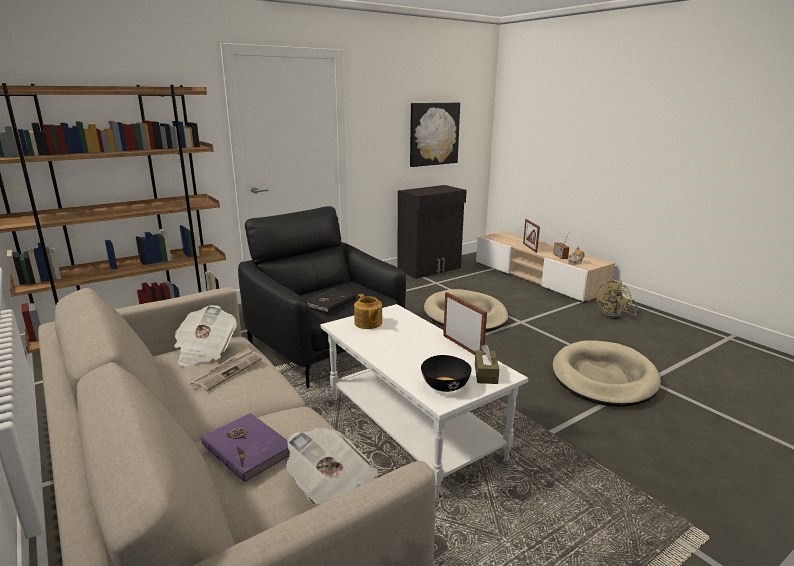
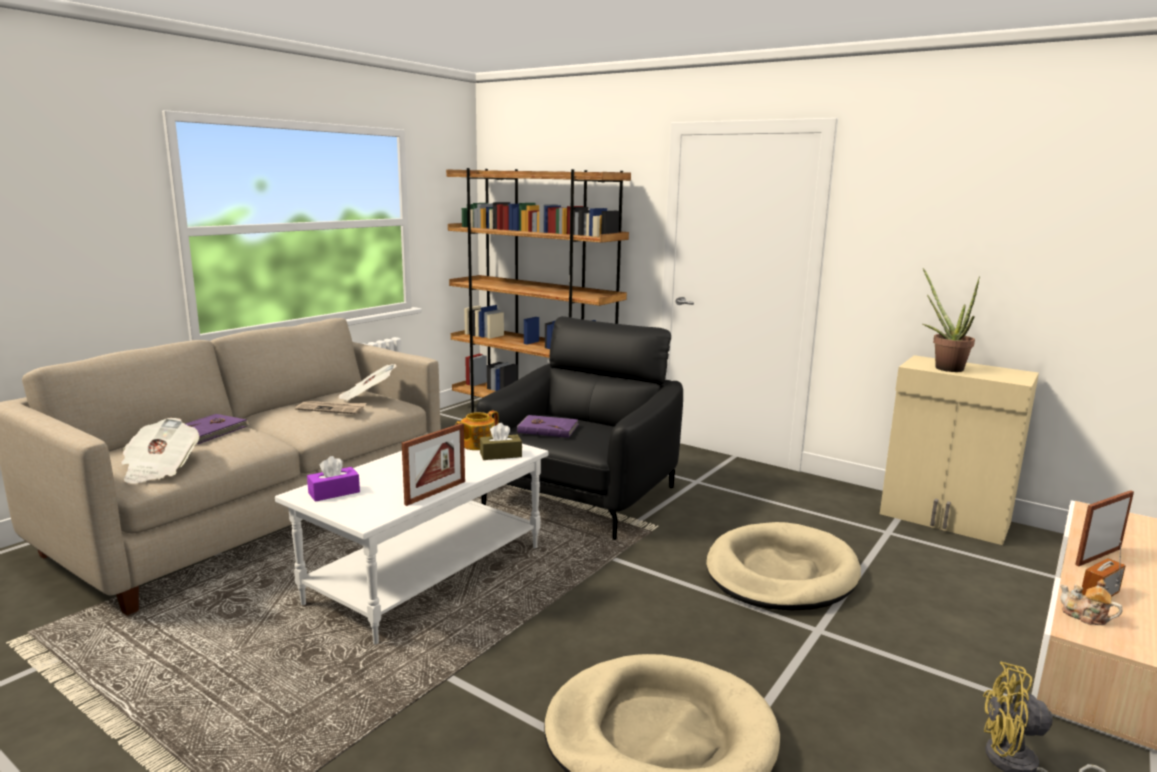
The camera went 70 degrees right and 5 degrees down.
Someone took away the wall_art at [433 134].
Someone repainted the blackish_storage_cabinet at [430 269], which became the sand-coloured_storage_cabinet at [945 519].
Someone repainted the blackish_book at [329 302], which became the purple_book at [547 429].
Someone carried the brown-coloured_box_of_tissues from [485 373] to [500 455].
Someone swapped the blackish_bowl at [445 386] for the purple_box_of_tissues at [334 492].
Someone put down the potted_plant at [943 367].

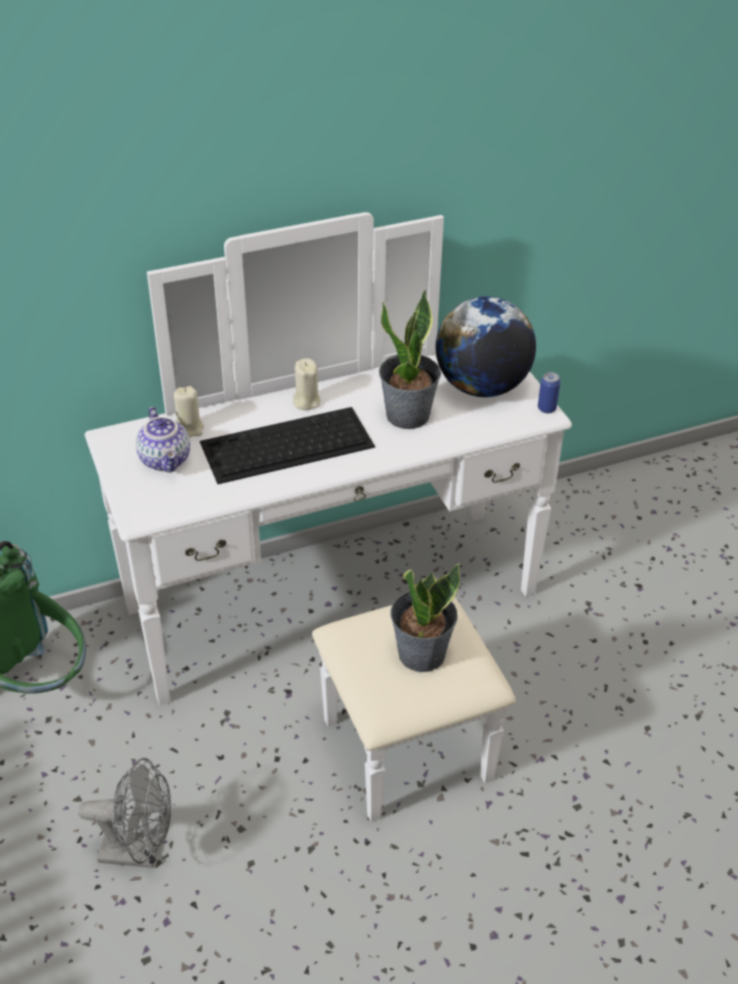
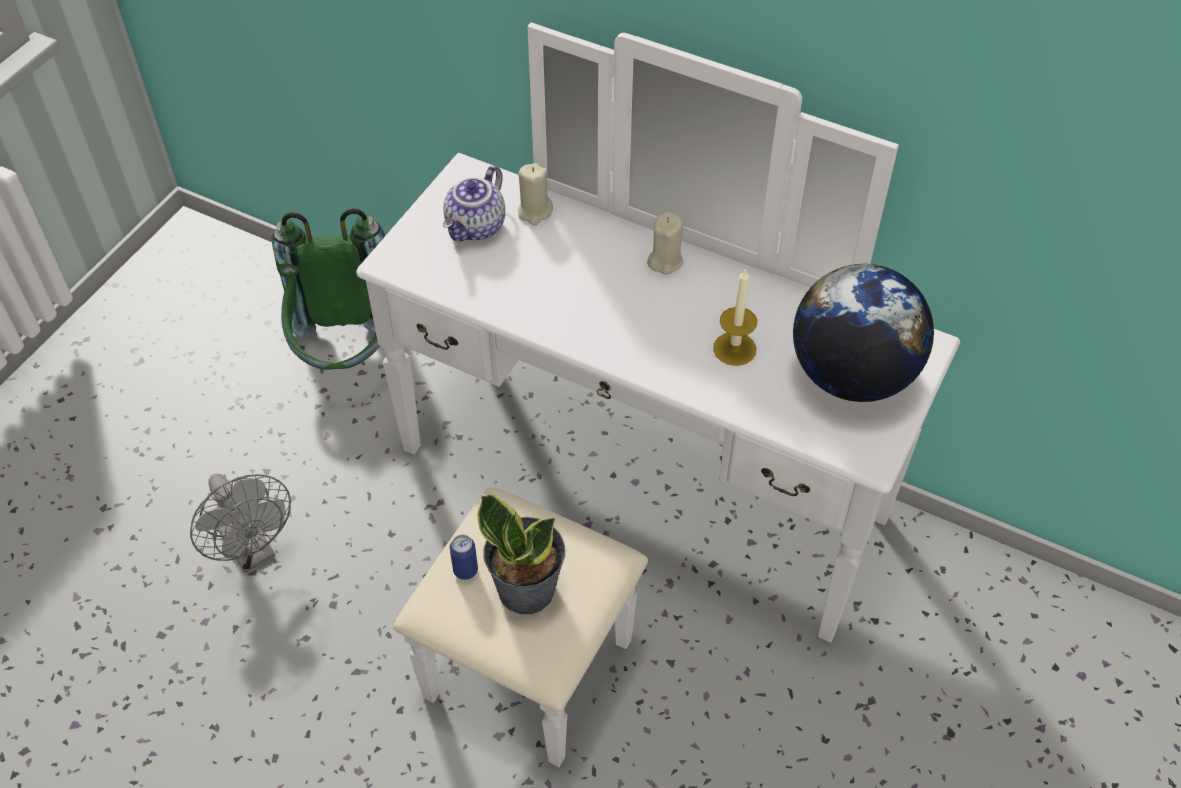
The camera went 50 degrees right and 10 degrees up.
Someone swapped the potted_plant at [408 416] for the wax_light at [734 349].
Someone carried the metal_can from [546 408] to [465 570].
Someone took away the PC_keyboard at [285 445].

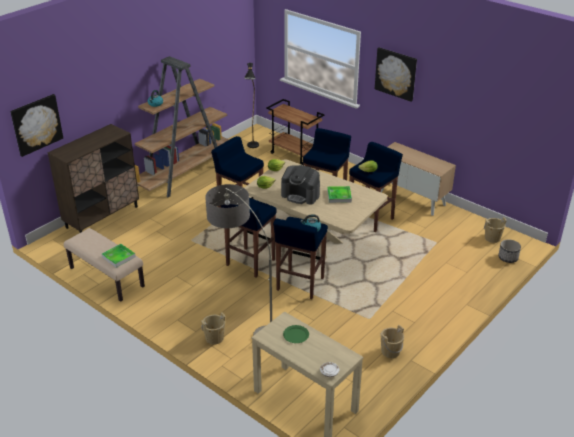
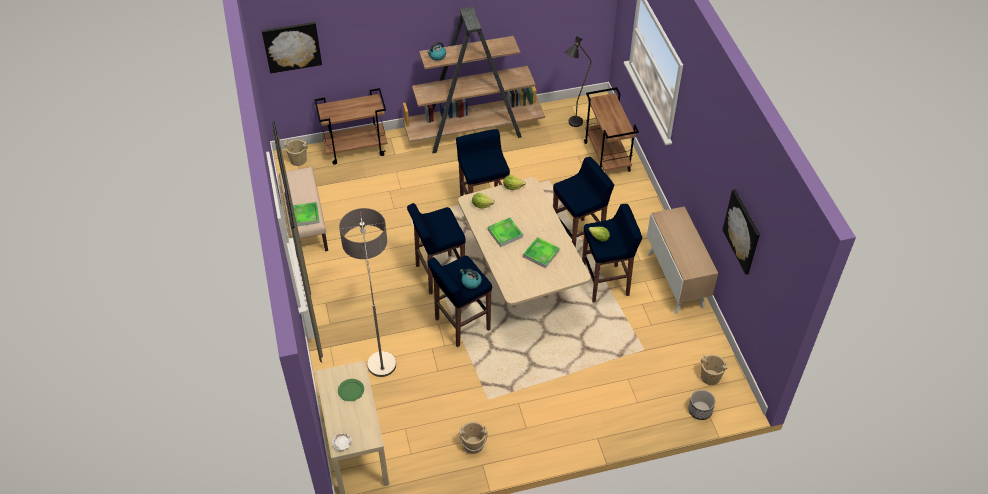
The camera went 35 degrees right and 15 degrees up.
Someone carried the wall_art from [396 74] to [742 231].
Someone swapped the brown-coloured_storage_cabinet at [102 217] for the brown-coloured_cart at [356 149].
Someone swapped the coffee_brewer at [300 195] for the carrying_tray at [505 233].
Someone carried the sand-coloured_bucket from [214 338] to [298 160].

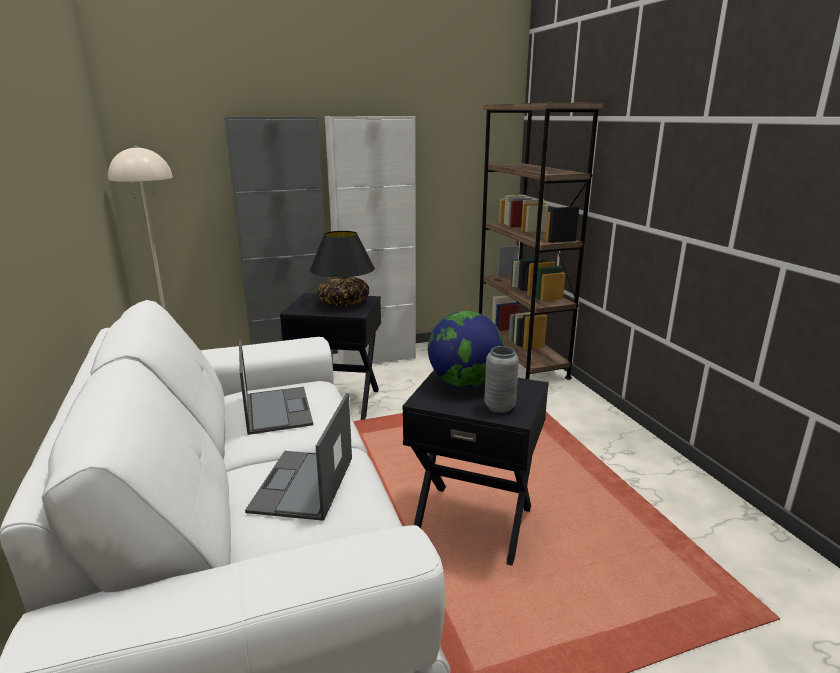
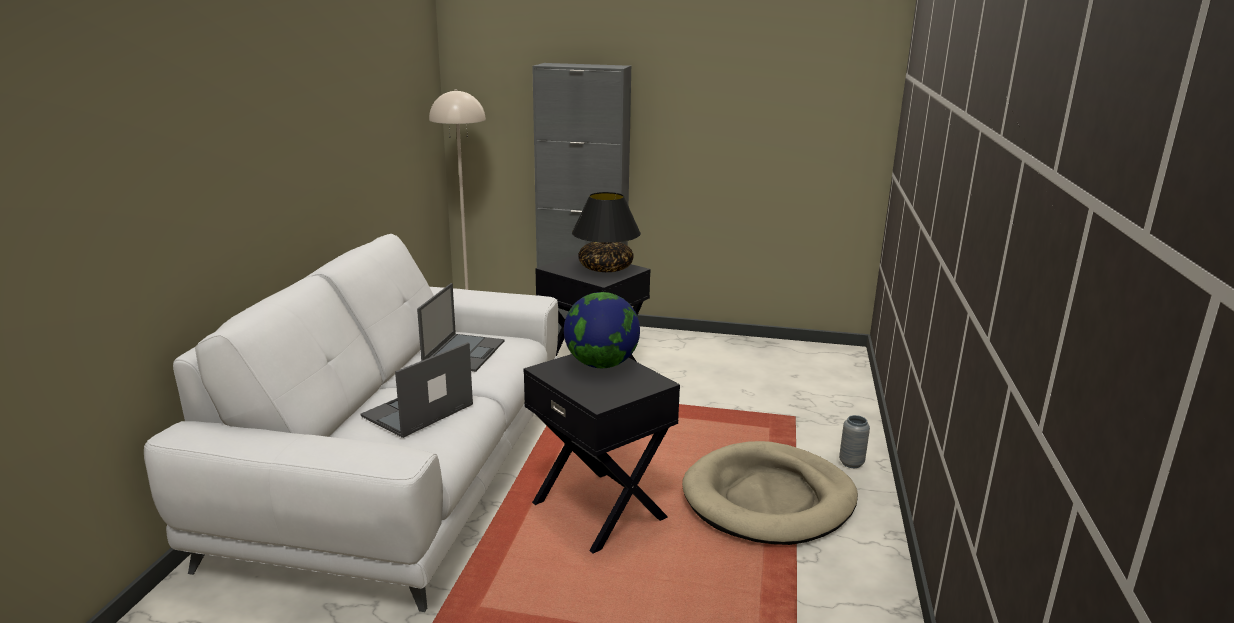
The camera went 30 degrees right and 0 degrees up.
Someone took away the brown-coloured_shelving_unit at [520 359].
Someone took away the whitish_storage_cabinet at [376 357].
Someone carried the grey_vase from [499 407] to [851 463].
Someone put down the sand-coloured_dog_bed at [769 499].

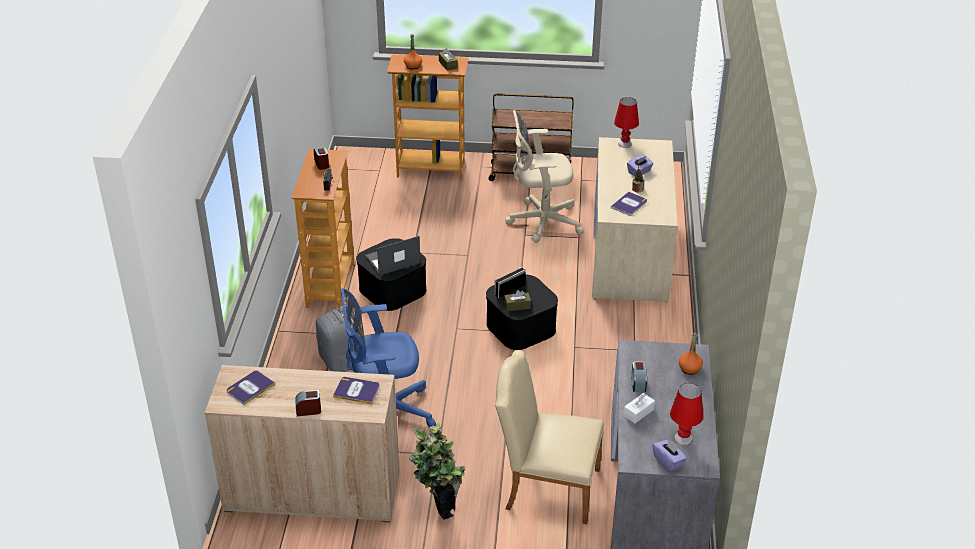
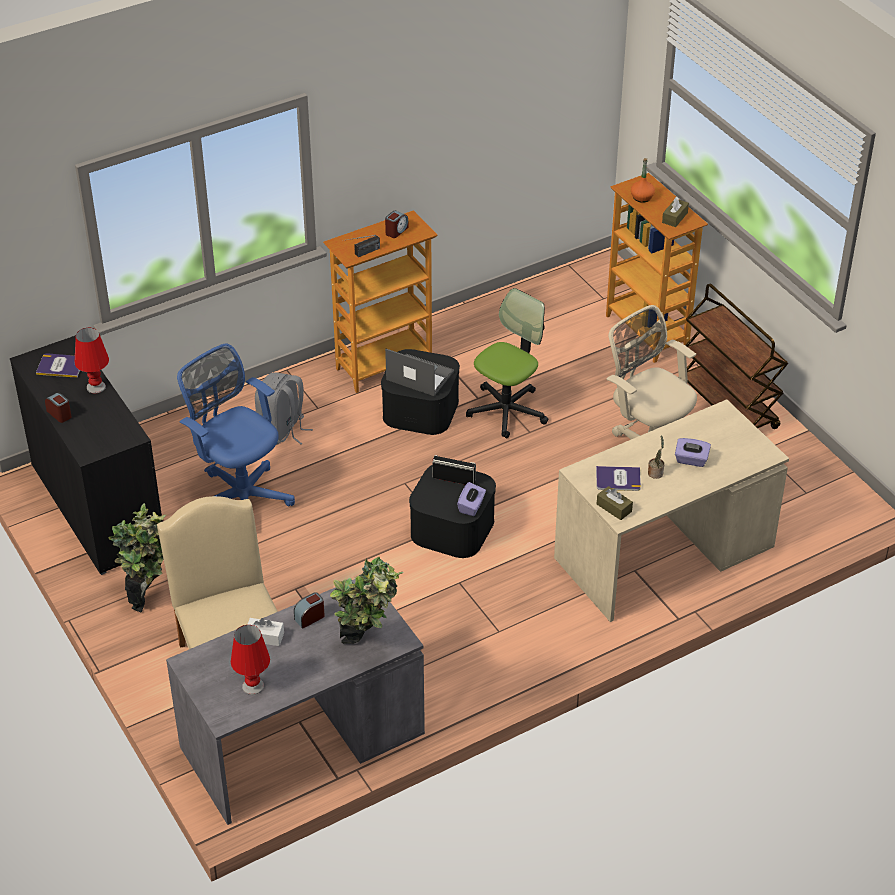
The camera went 55 degrees right and 5 degrees up.
Someone carried the reddish_table_lamp from [624 144] to [96 387].
Someone carried the brown-coloured_box_of_tissues from [517 306] to [614 508].
Someone swapped the orangey_bottle at [690 368] for the potted_plant at [368 646].
Someone repainted the sand-coloured_storage_cabinet at [312 492], which became the blackish_storage_cabinet at [98 507].
Someone took away the book at [357 391].
Someone carried the purple_box_of_tissues from [668 461] to [471 506].
Someone put down the desk_chair at [507 411].

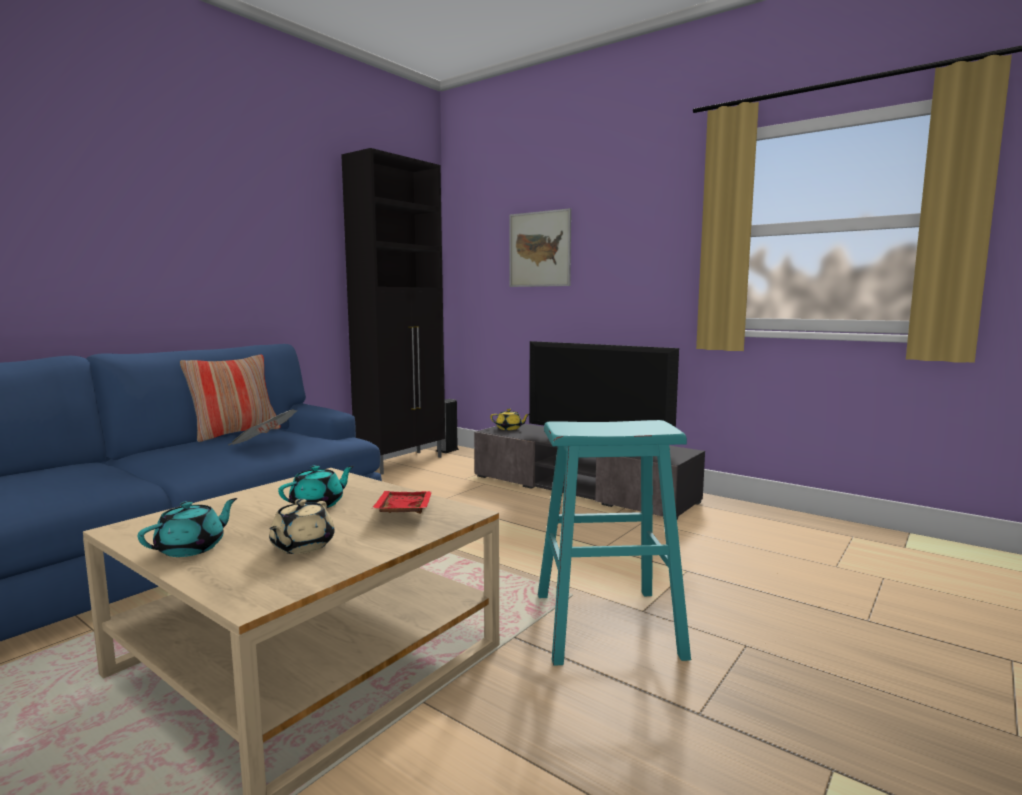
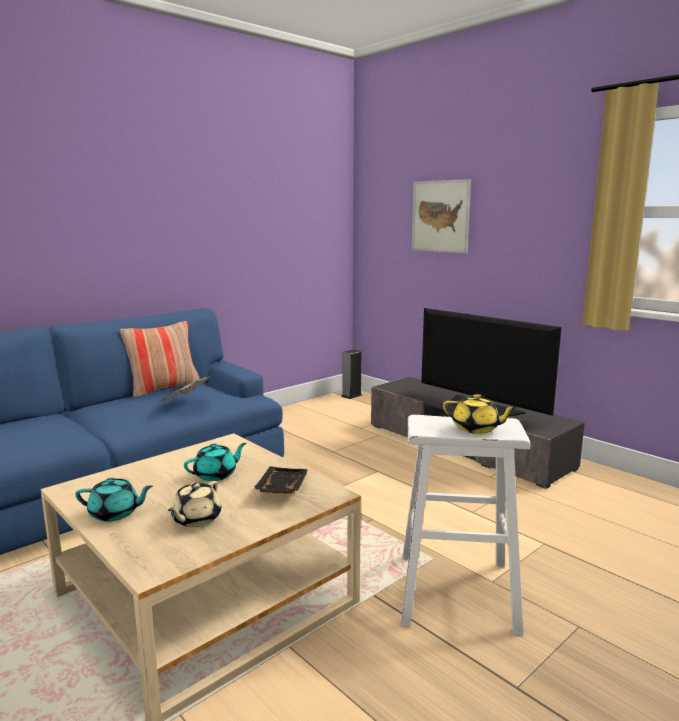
The camera went 10 degrees right and 5 degrees up.
Someone took away the blackish_storage_cabinet at [402 462].
Someone carried the yellow_tea_pot from [509 428] to [476 428].
Someone repainted the blue-green_stool at [607 624], which became the whitish_stool at [456 592].
Someone repainted the reddish_carrying_tray at [402 512], which became the blackish_carrying_tray at [281 488].
Someone rotated the blue-green_tea_pot at [192 548] by 45 degrees clockwise.

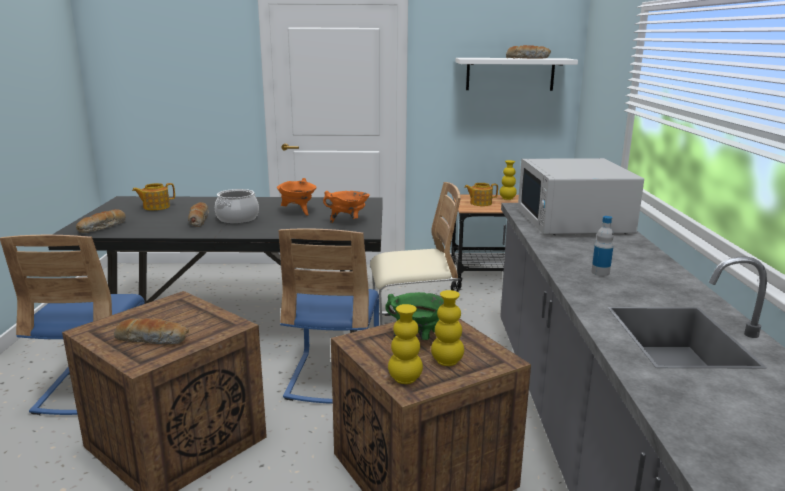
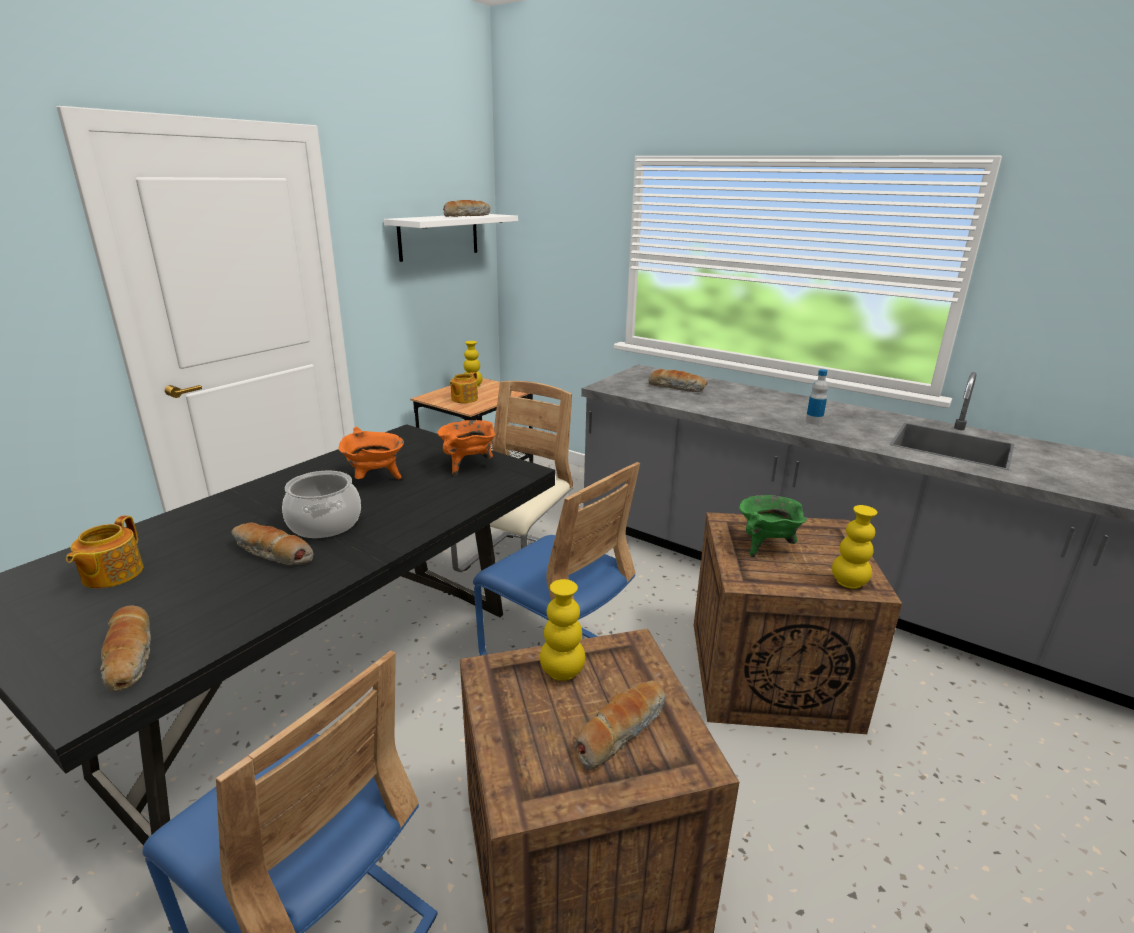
The camera went 55 degrees left and 5 degrees up.
Someone swapped the whitish_kitchen_microwave at [572 222] for the bread at [677 387].
Someone carried the yellow_vase from [447 362] to [562 672].

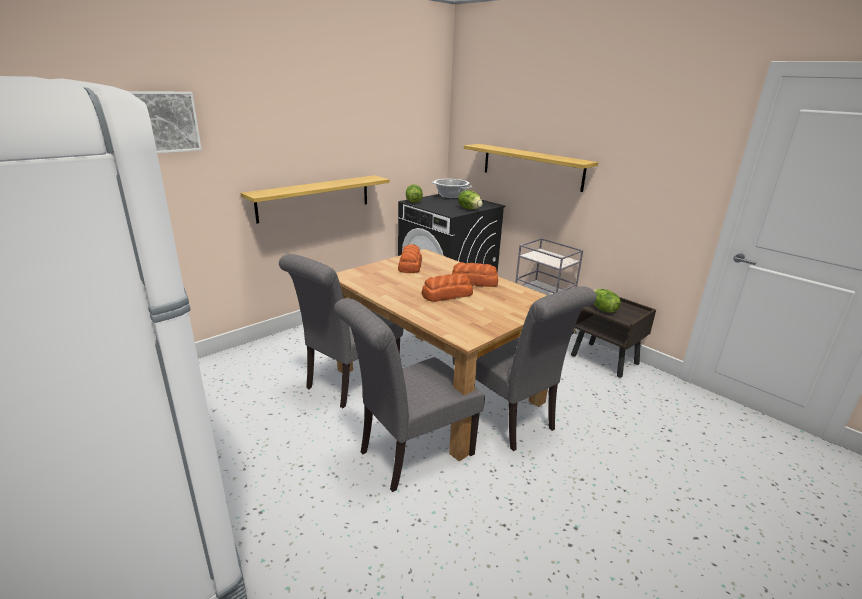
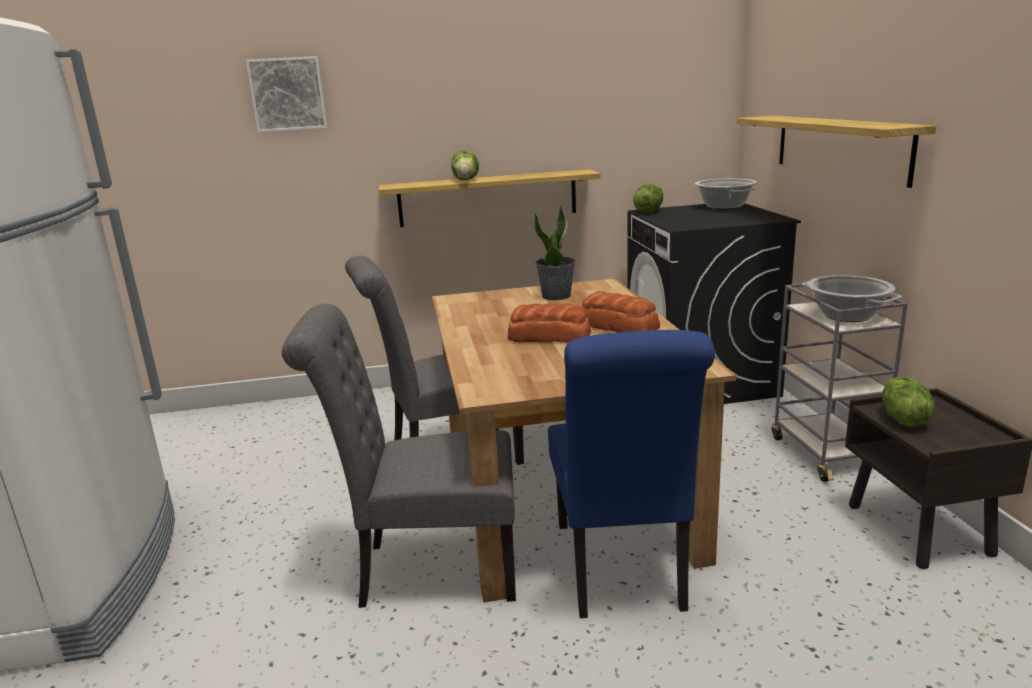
The camera went 35 degrees right and 5 degrees down.
Someone carried the lettuce_head from [469 209] to [466 180].
Someone swapped the bread at [409 265] for the potted_plant at [556 296].
Someone repainted the grey_upright_chair at [508 419], which became the bluish_upright_chair at [621 571].
Someone put down the saucepot at [846 315].

